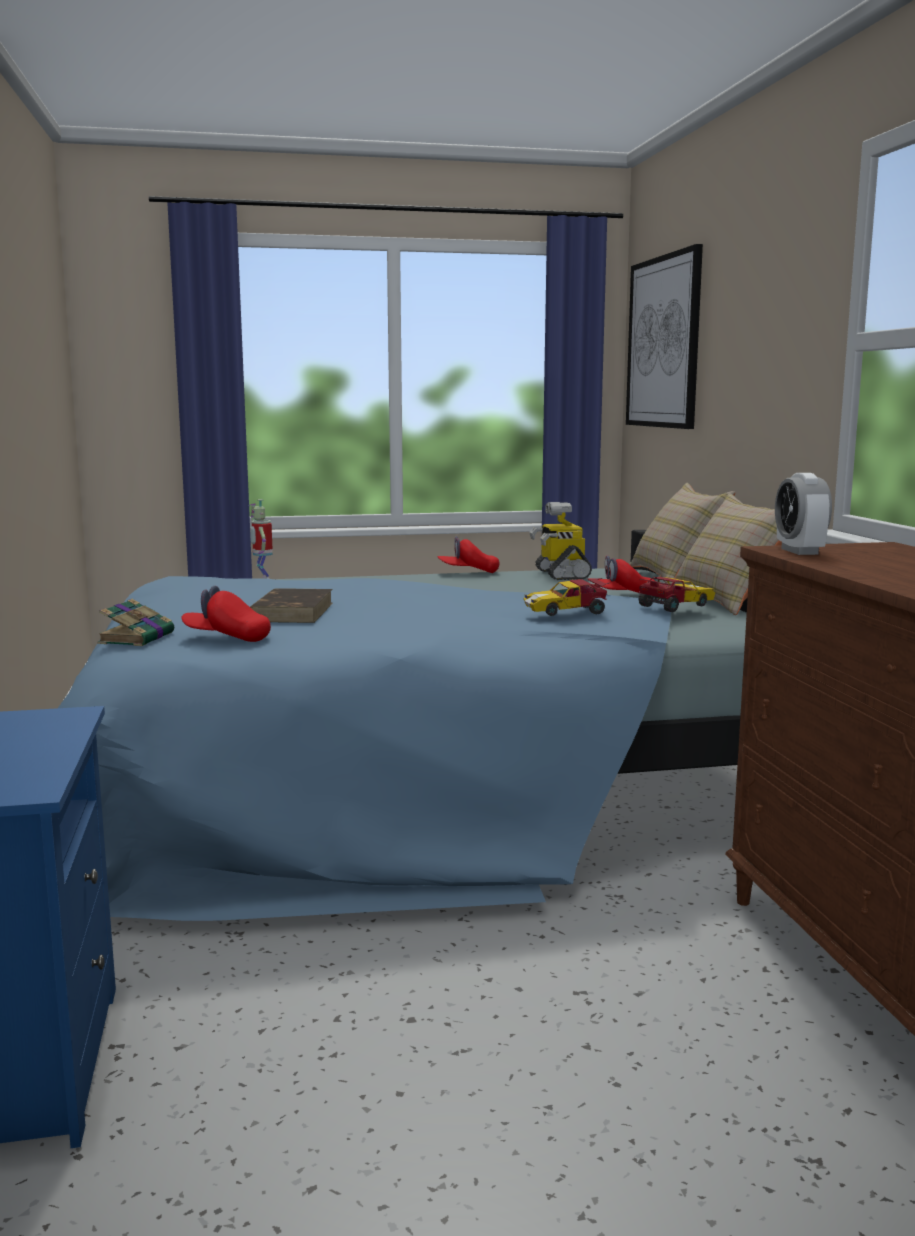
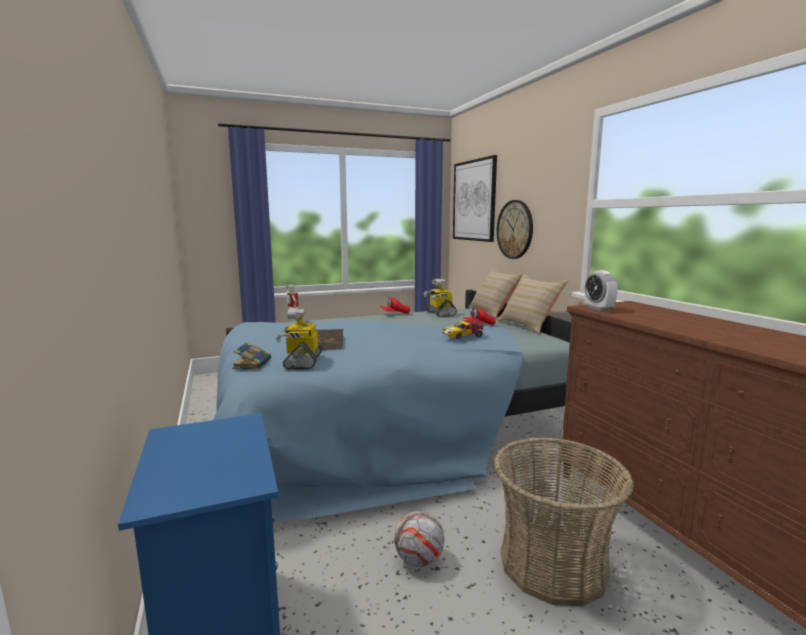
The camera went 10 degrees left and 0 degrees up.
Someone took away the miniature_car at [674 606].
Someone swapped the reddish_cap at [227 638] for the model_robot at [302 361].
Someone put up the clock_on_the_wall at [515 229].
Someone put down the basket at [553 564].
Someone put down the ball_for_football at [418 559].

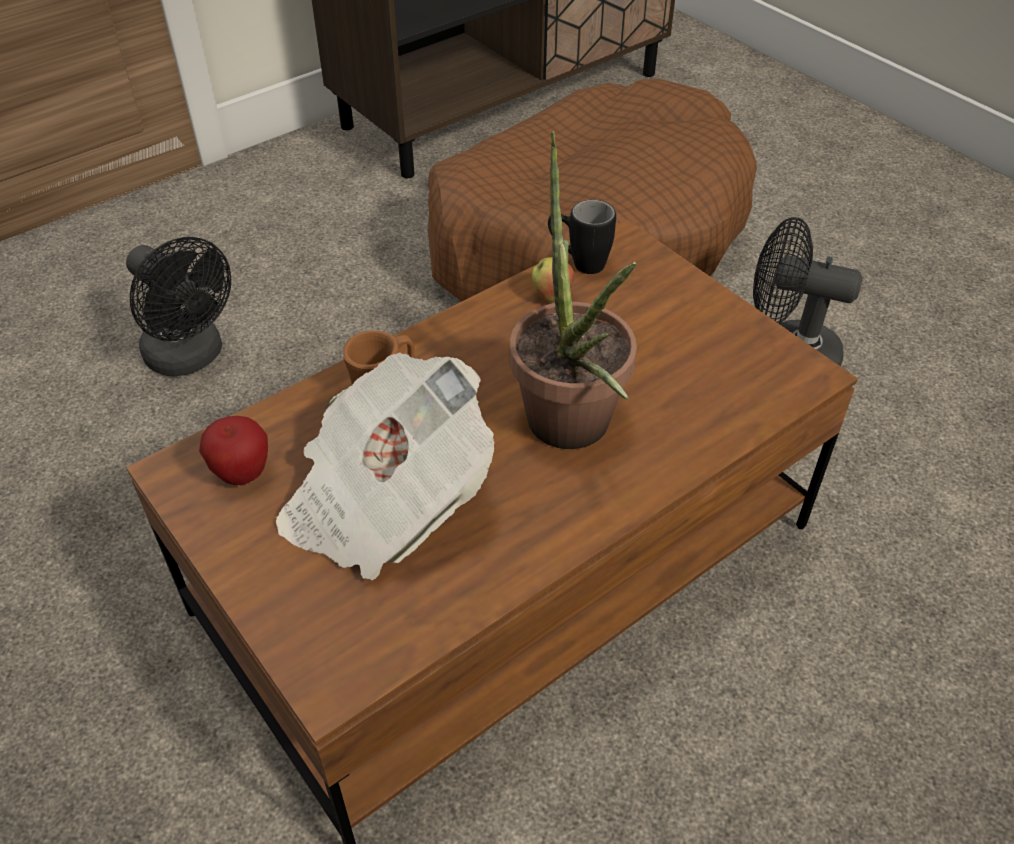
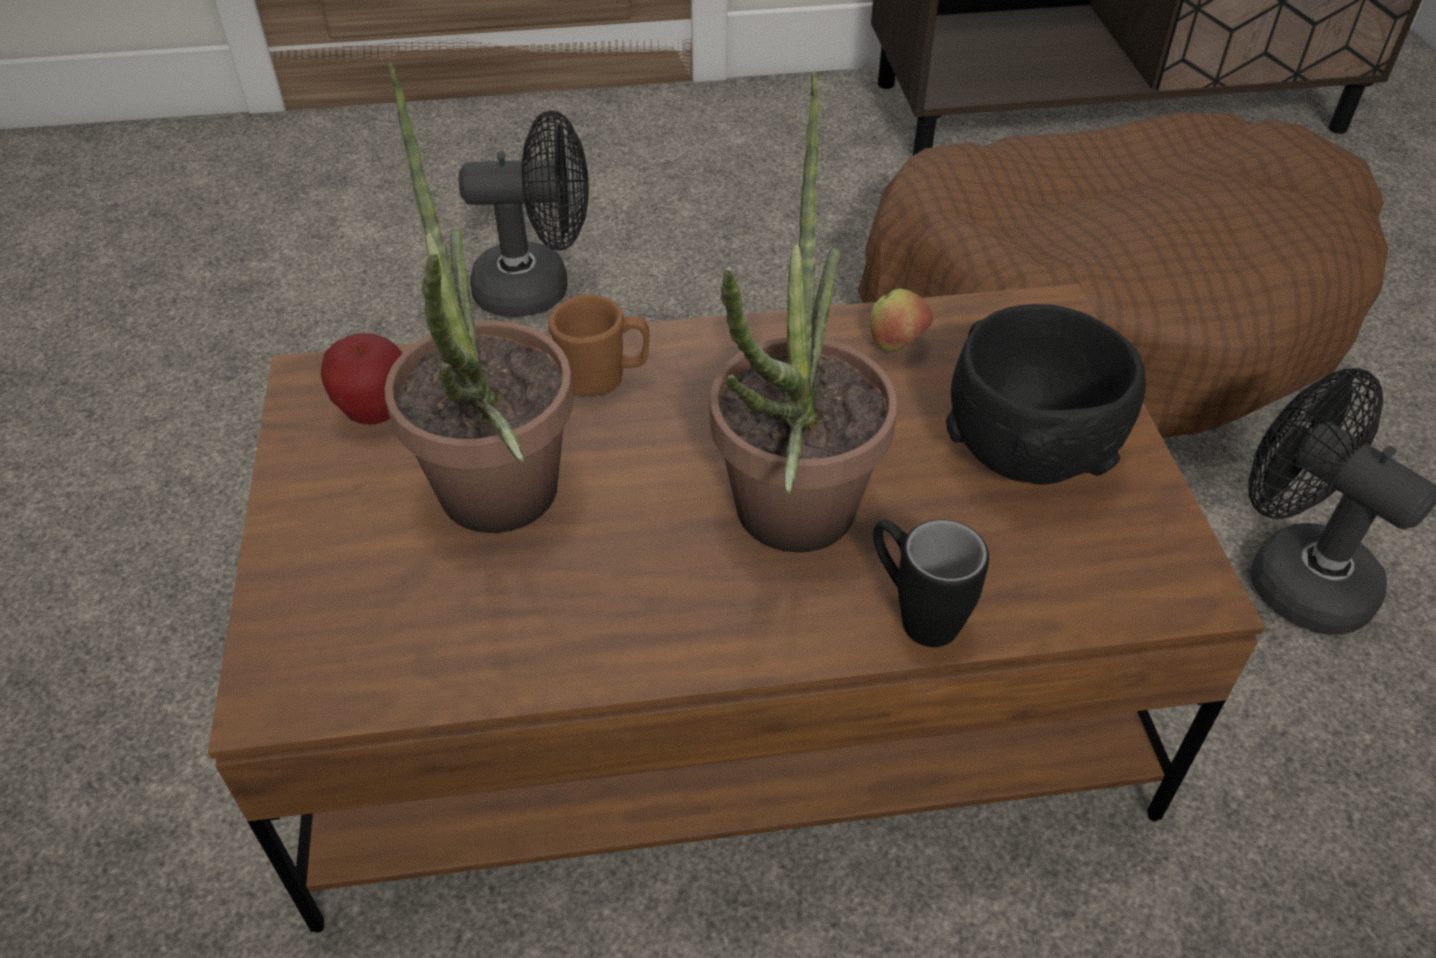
The camera went 30 degrees right and 0 degrees up.
Someone carried the blackish_tea_mug from [578 263] to [914 613].
Someone rotated the blackish_electric_fan at [192 357] by 75 degrees counterclockwise.
Someone swapped the printed_paper at [385 500] for the potted_plant at [500 511].
Someone put down the blackish_bowl at [1028 453].

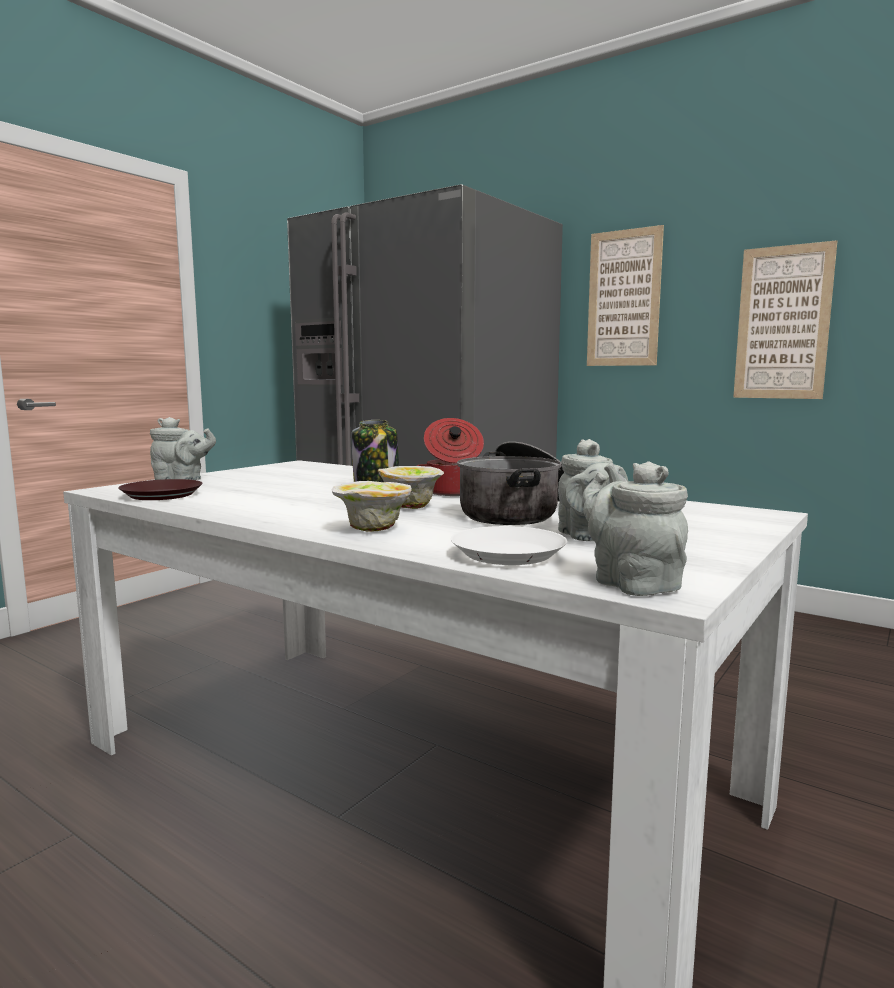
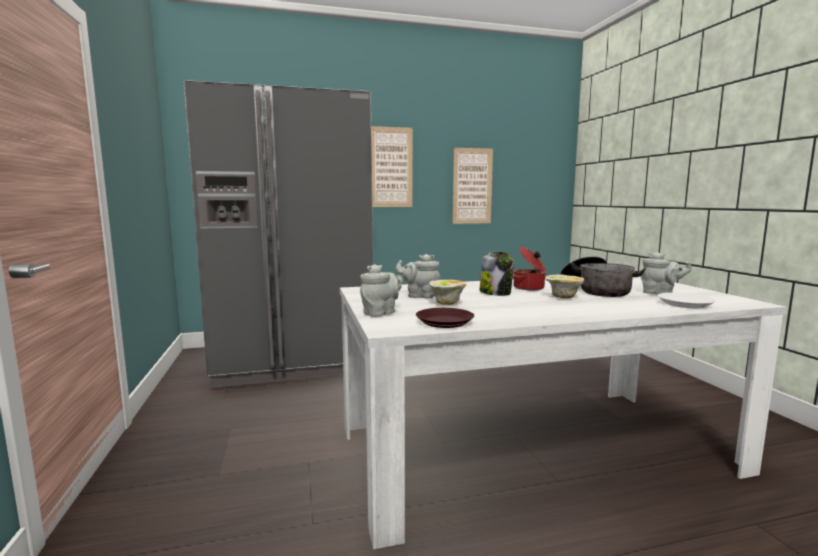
The camera went 50 degrees left and 0 degrees up.
Someone carried the grey_tea_pot from [631 583] to [420 296].
Someone carried the bowl from [372 529] to [446 304].

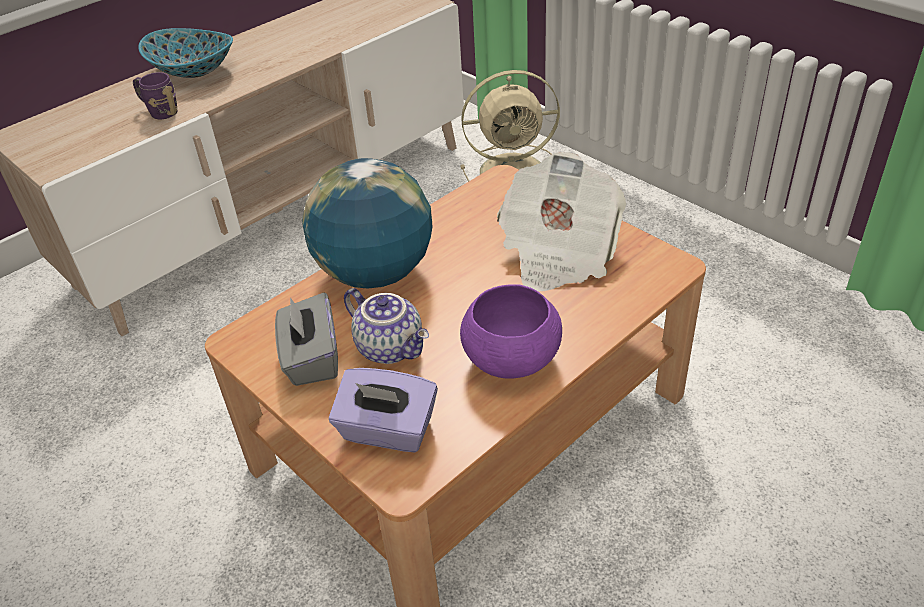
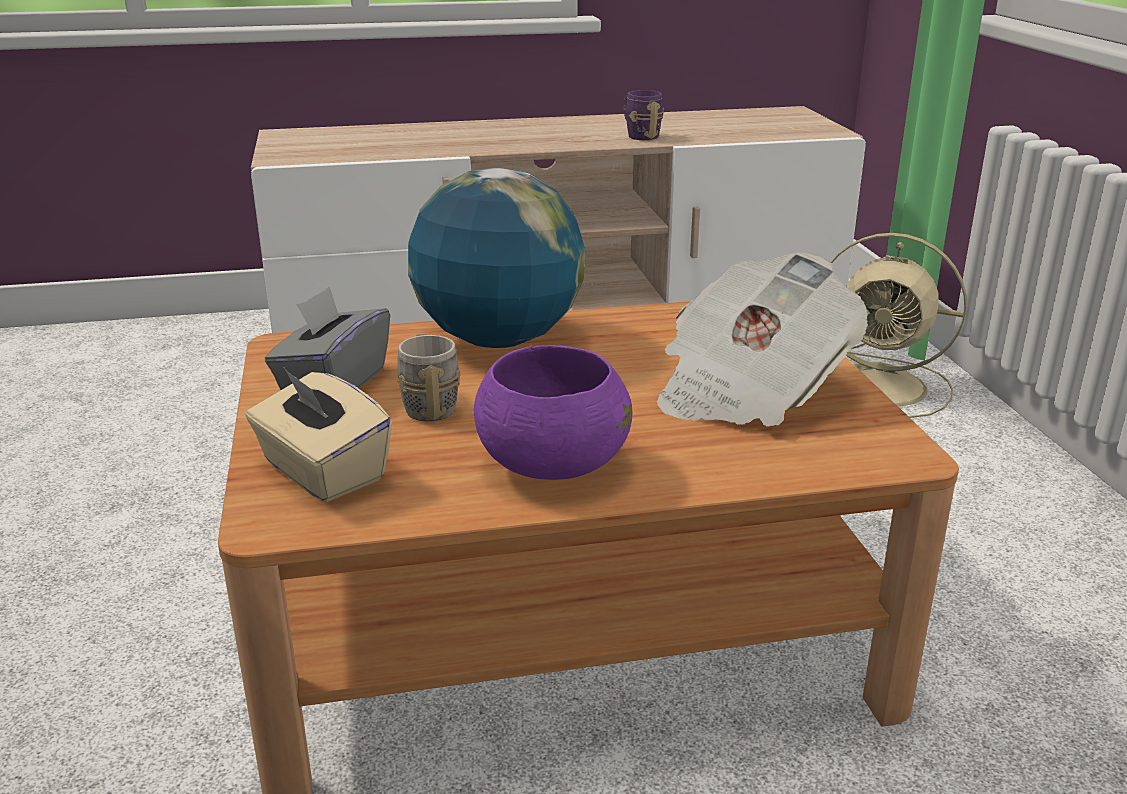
The camera went 30 degrees right and 15 degrees down.
Someone took away the bowl at [193 71].
Someone carried the purple_tea_mug from [159 111] to [639 135].
Someone swapped the tea_pot at [391 347] for the grey_tea_mug at [429 404].
Someone repainted the purple_box_of_tissues at [387 431], which became the sand-coloured_box_of_tissues at [322 472].

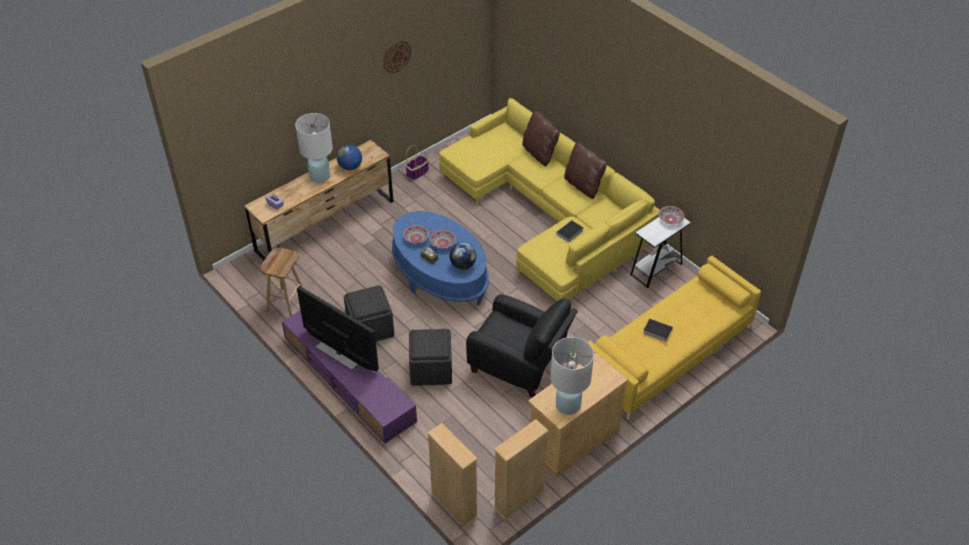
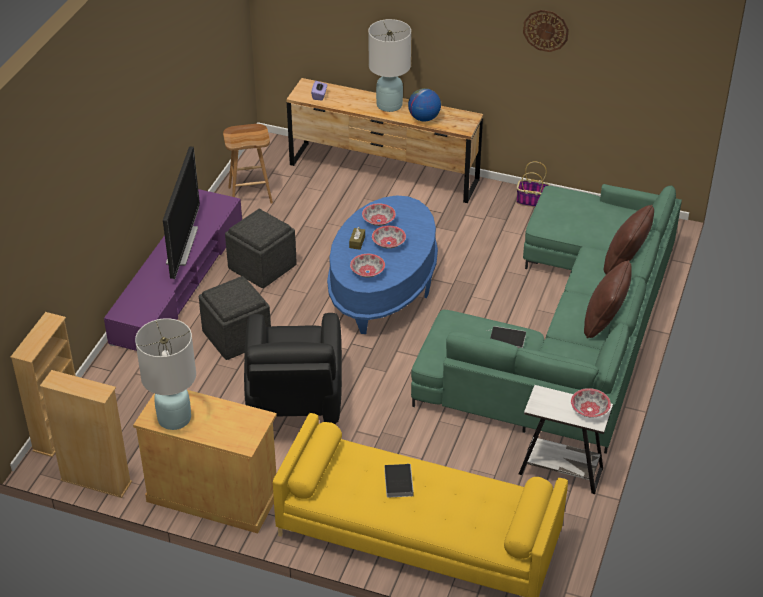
The camera went 60 degrees right and 5 degrees down.
Someone repainted the yellow_settee at [549 215], which became the green-coloured_settee at [567 335].
Someone swapped the world_globe at [463 265] for the bowl at [367 271].

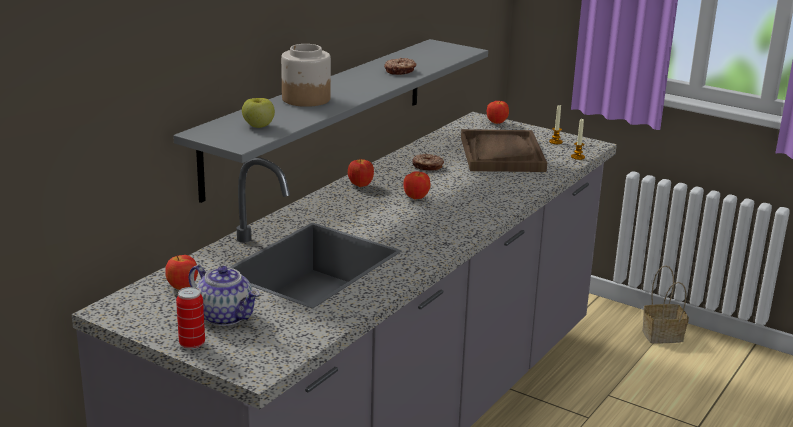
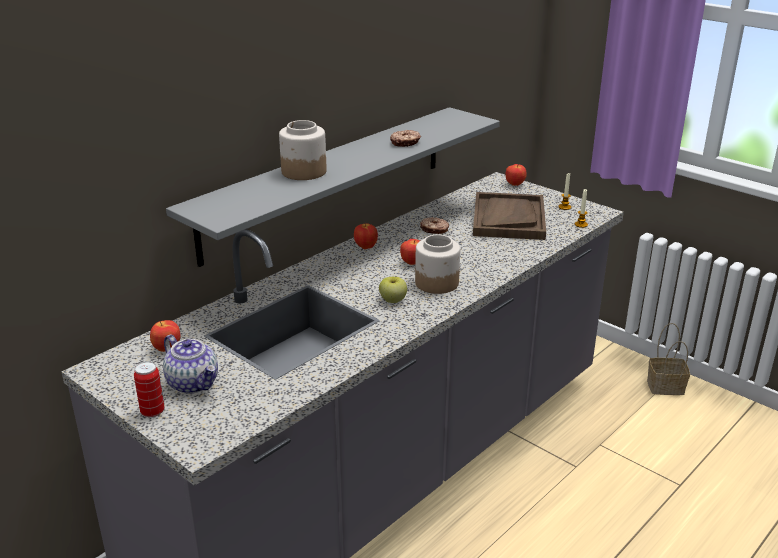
The camera went 10 degrees right and 5 degrees up.
Someone carried the whole_apple from [258 126] to [392 300].
Someone put down the preserve_jar at [436 283].

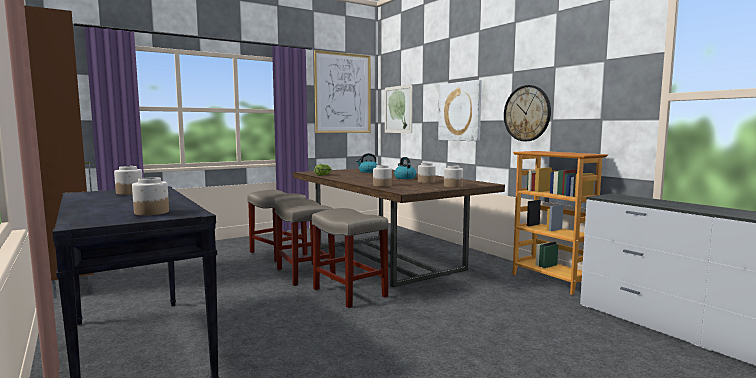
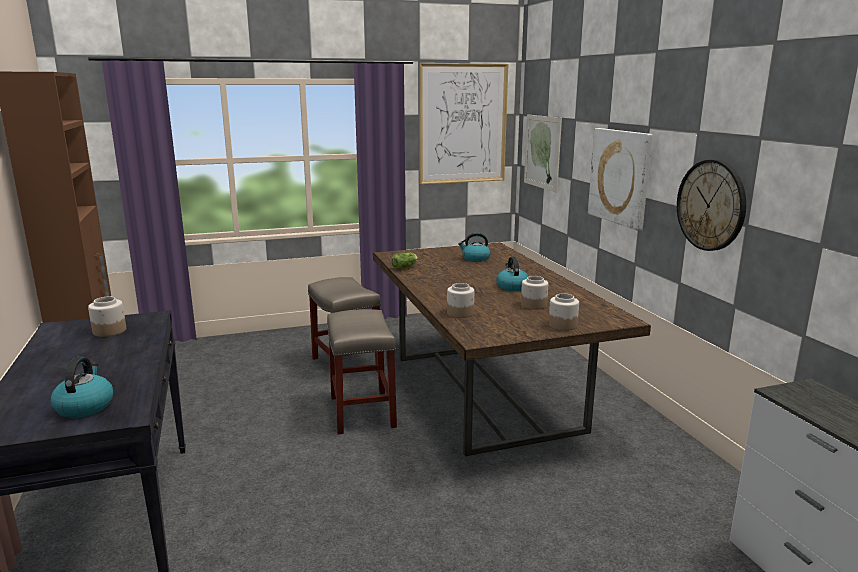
The camera went 15 degrees right and 10 degrees up.
Someone took away the shelving_unit at [552 280].
Someone swapped the preserve_jar at [151 212] for the kettle at [85 406].
Someone took away the sand-coloured_stool at [349 292].

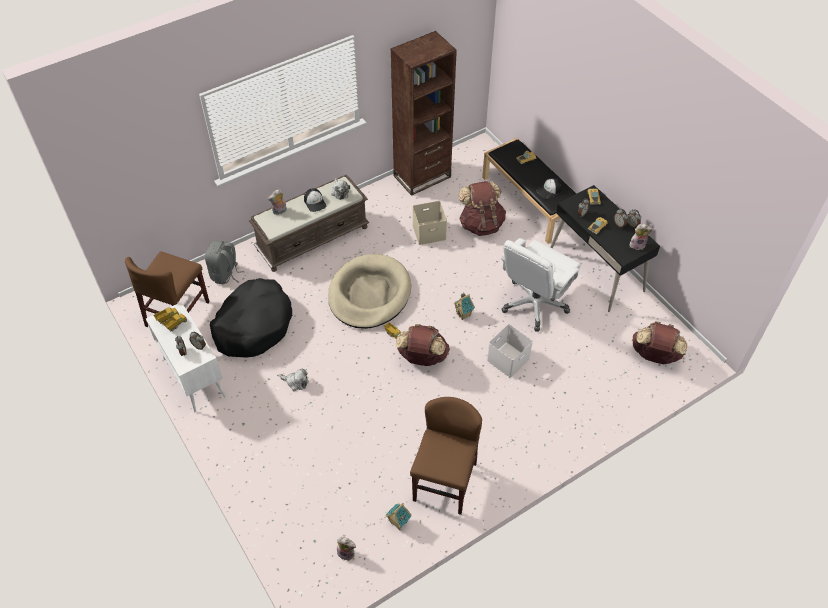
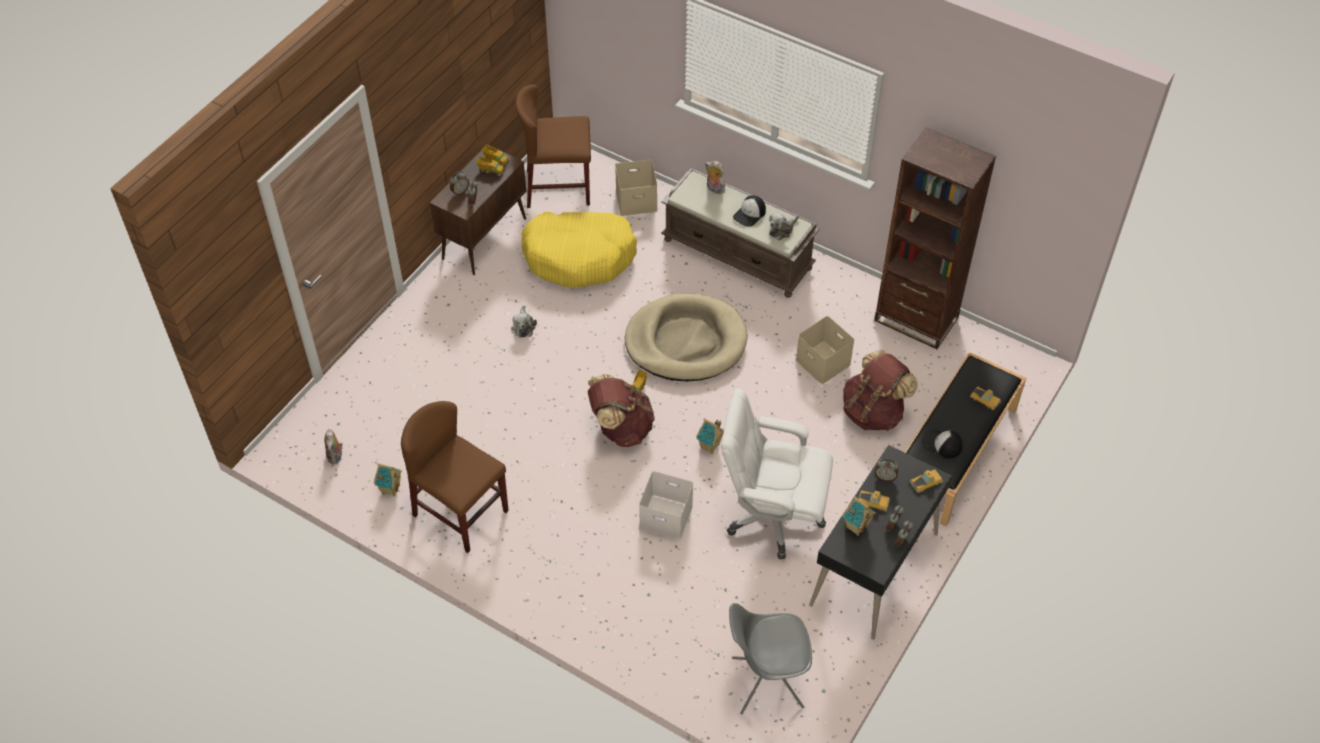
The camera went 65 degrees right and 0 degrees up.
Someone took away the cuddly_toy at [637 244].
Someone swapped the grey_rucksack at [225 274] for the sand-coloured_storage_bin at [635 201].
Someone repainted the blackish_dog_bed at [253 325], which became the yellow_dog_bed at [579 256].
Someone repainted the whitish_storage_cabinet at [194 377], which became the brown-coloured_storage_cabinet at [485 238].
Someone swapped the brown-coloured_rucksack at [654 355] for the grey_upright_chair at [765 682].
Someone rotated the brown-coloured_upright_chair at [444 482] by 135 degrees counterclockwise.
Someone put down the model_house at [856 526].

